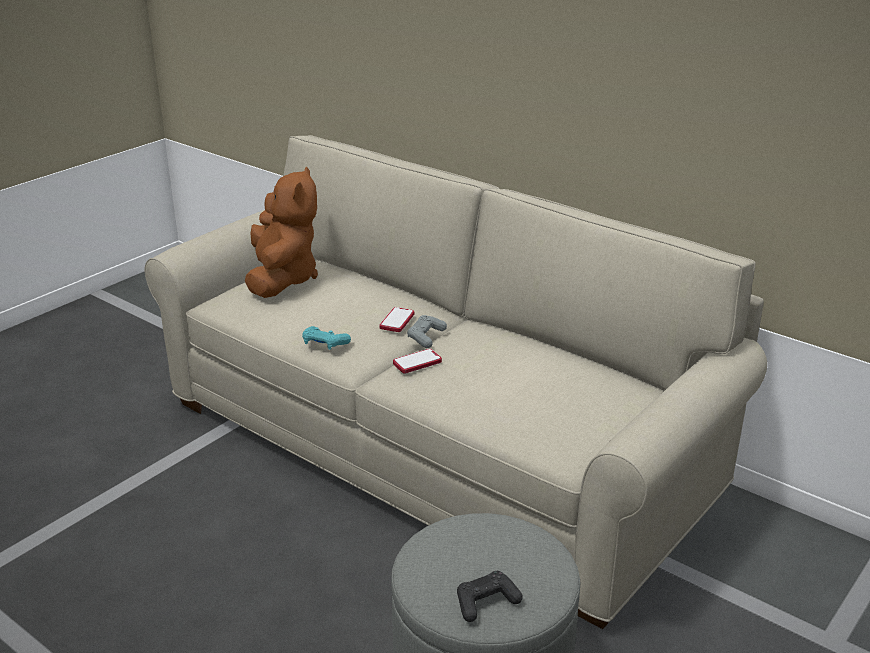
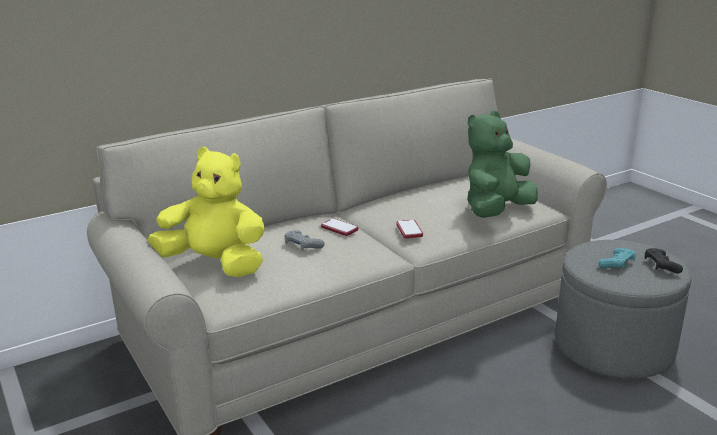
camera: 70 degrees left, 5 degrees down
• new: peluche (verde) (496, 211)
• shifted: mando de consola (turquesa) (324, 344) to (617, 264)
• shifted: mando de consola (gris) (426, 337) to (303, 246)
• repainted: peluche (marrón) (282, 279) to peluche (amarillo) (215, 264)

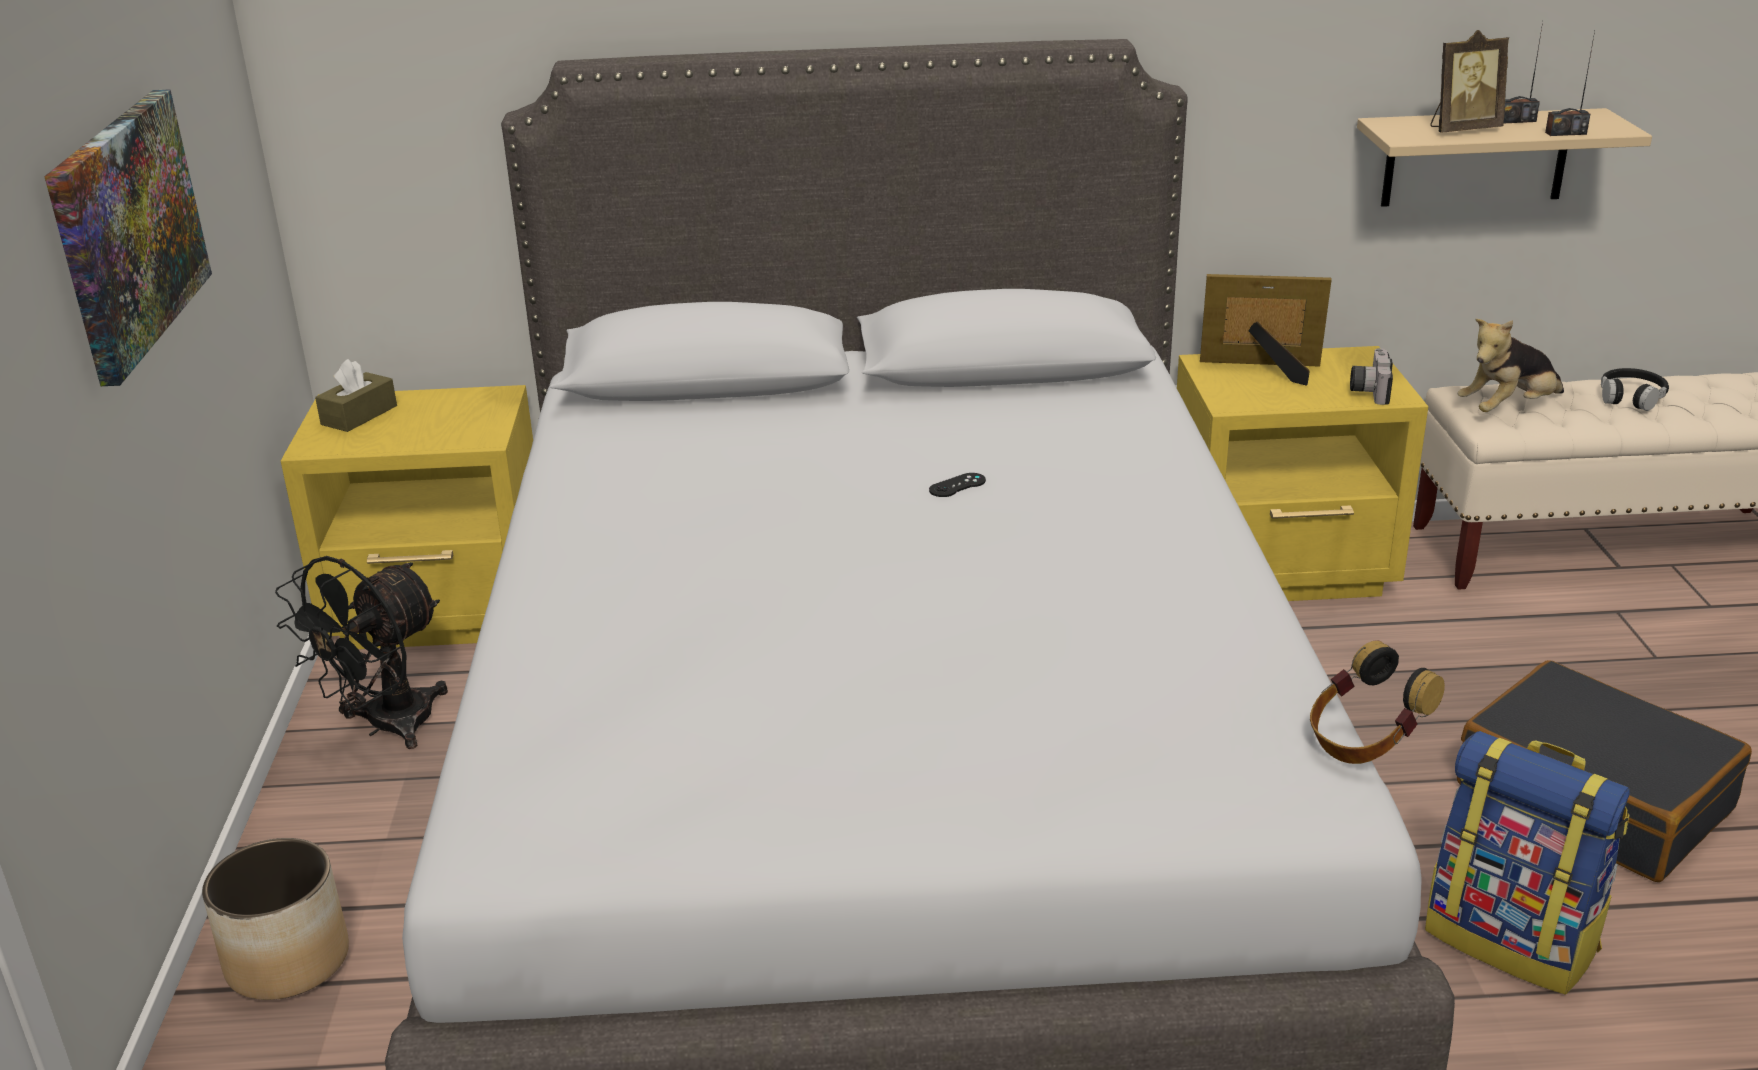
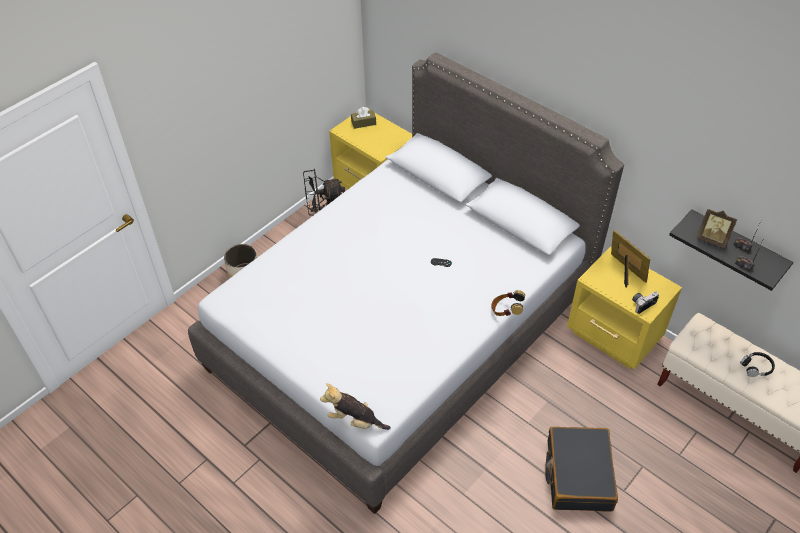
camera: 45 degrees right, 20 degrees up
• gone: cuadro (127, 230)
• gone: mochila (1512, 940)
• shifted: auriculares (1364, 742) to (506, 311)
• shifted: peluche (1508, 409) to (355, 420)
• repainted: estante (beis) (1475, 157) to estante (negro) (735, 248)

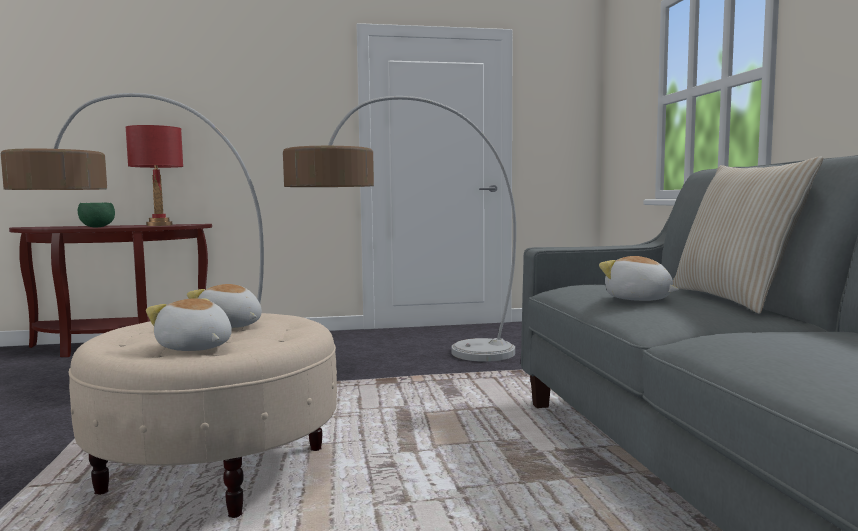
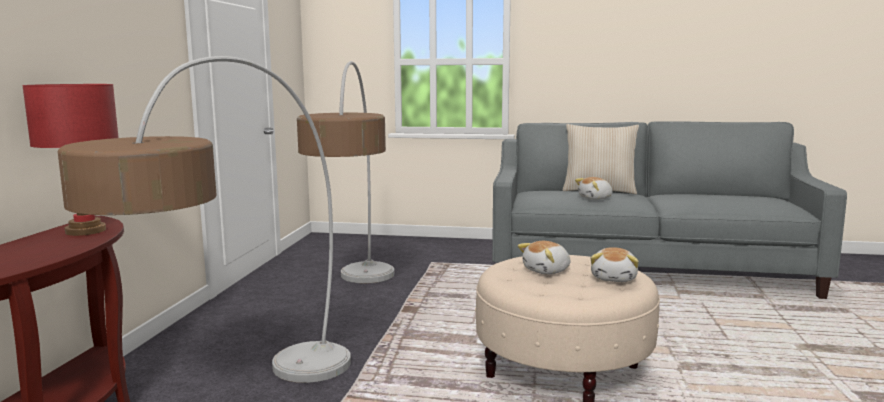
camera: 70 degrees left, 5 degrees up
• gone: cuenco (verde) (97, 227)
• rotated: peluche (194, 348) = (614, 278) 45 degrees counterclockwise

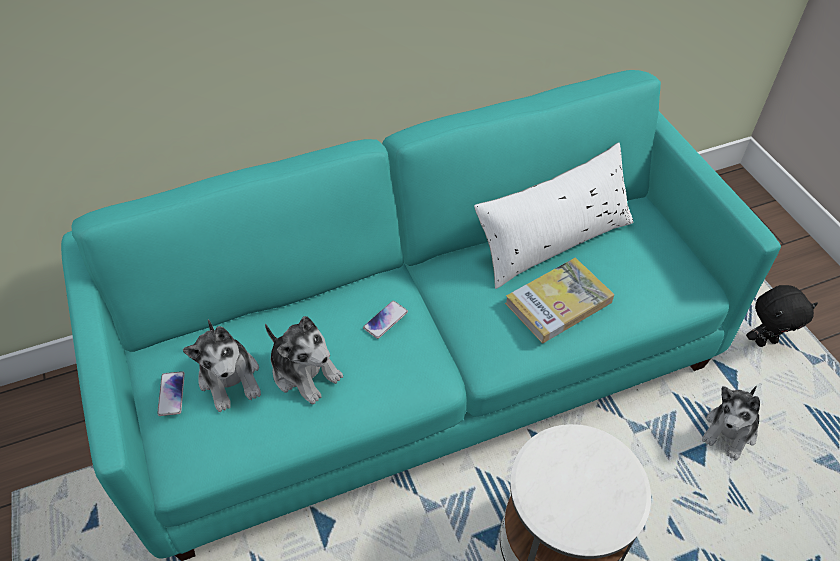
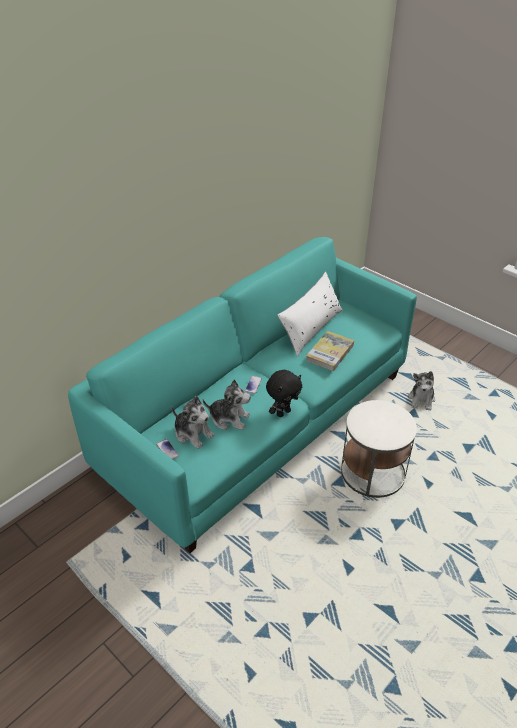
camera: 25 degrees left, 10 degrees down
• shifted: peluche (negro) (765, 341) to (283, 412)

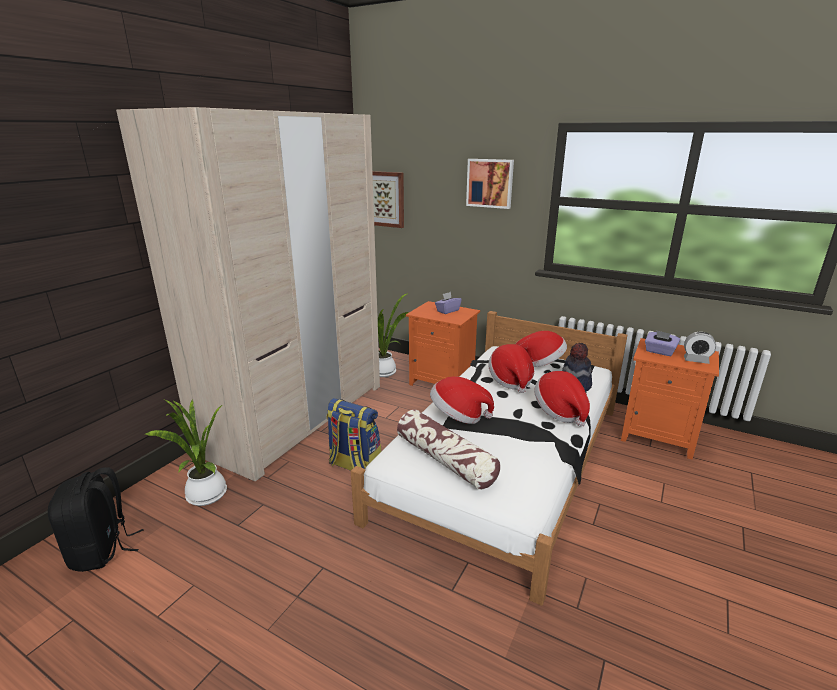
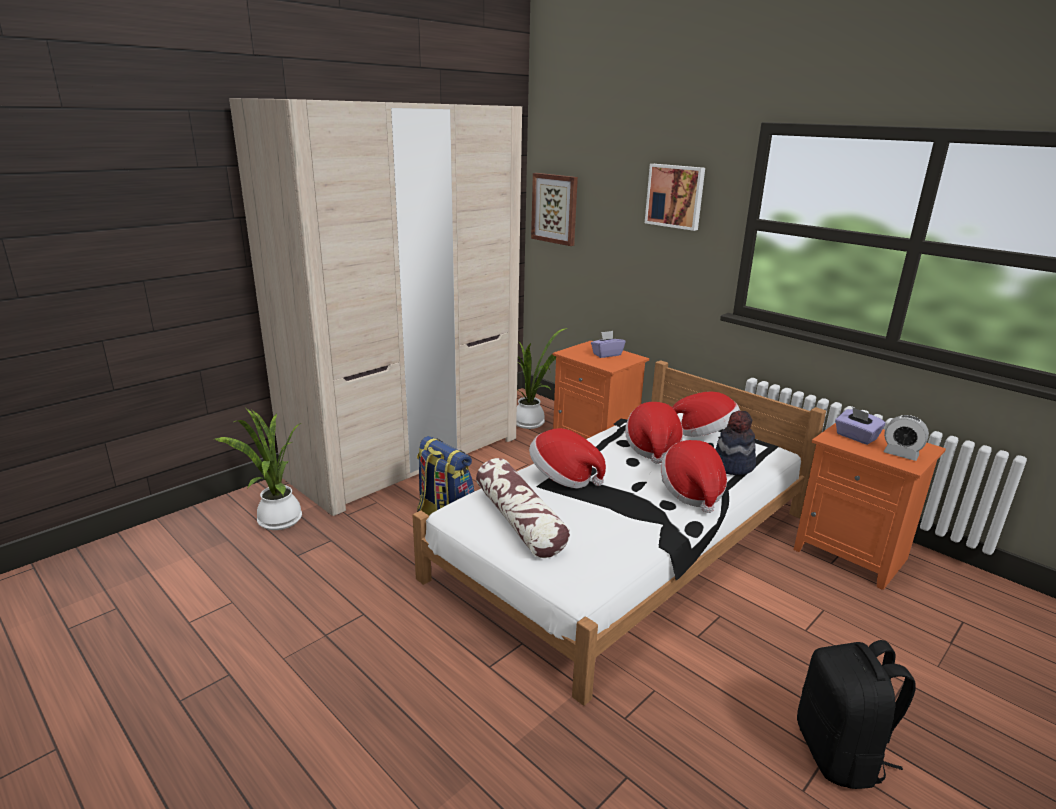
camera: 15 degrees right, 0 degrees up
• shifted: mochila (negro) (102, 550) to (840, 754)

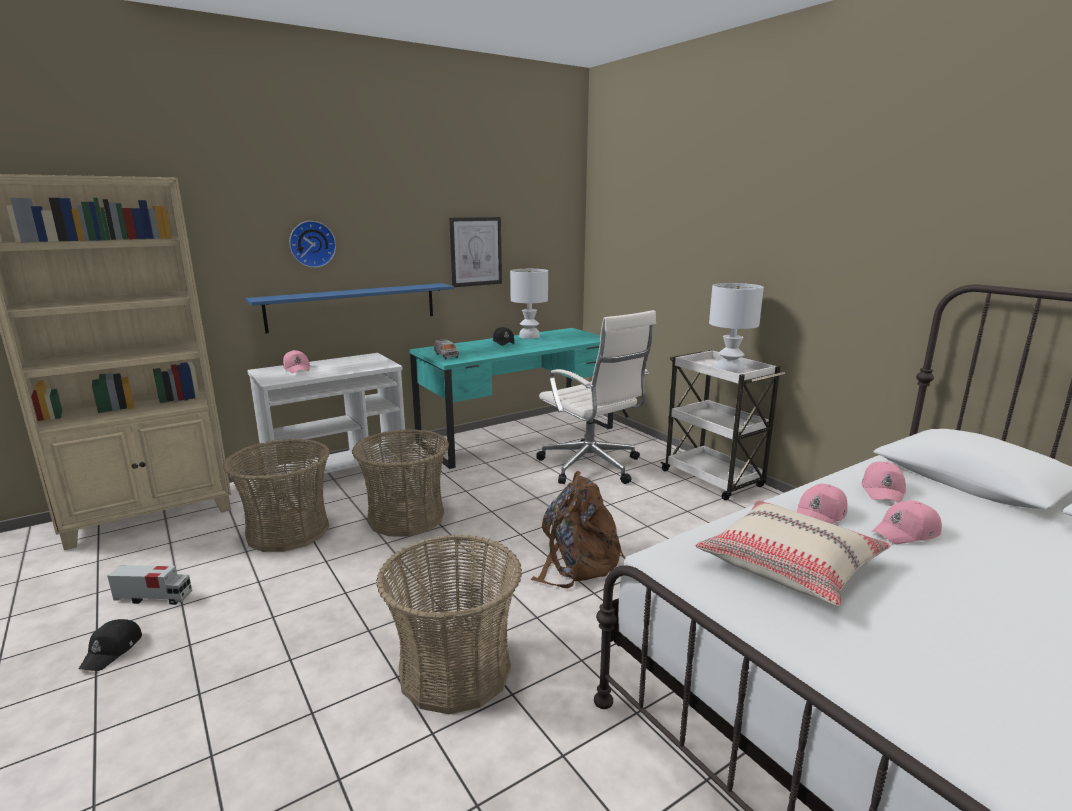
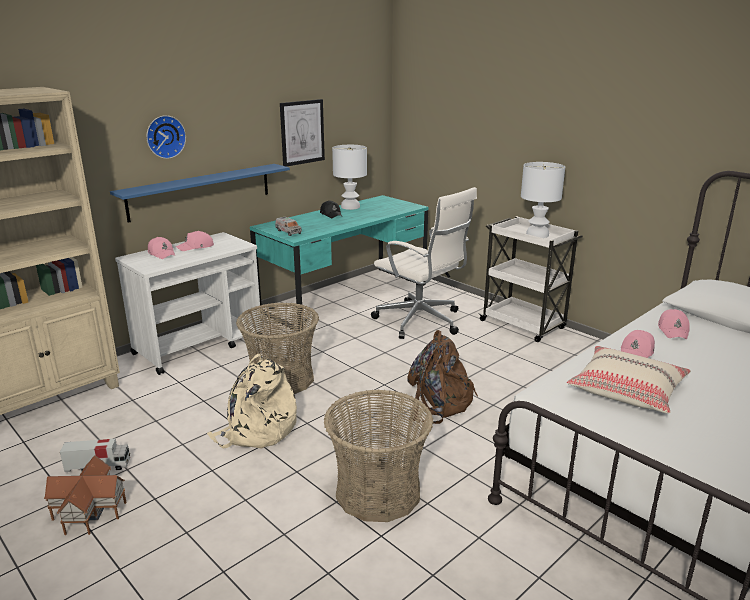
camera: 10 degrees left, 5 degrees up
• gone: cesta (287, 531)
• new: mochila (beis) (257, 431)
• shifted: gorra (rosa) (906, 533) to (196, 247)
• swapped: gorra (negro) (112, 650) to casita (91, 510)

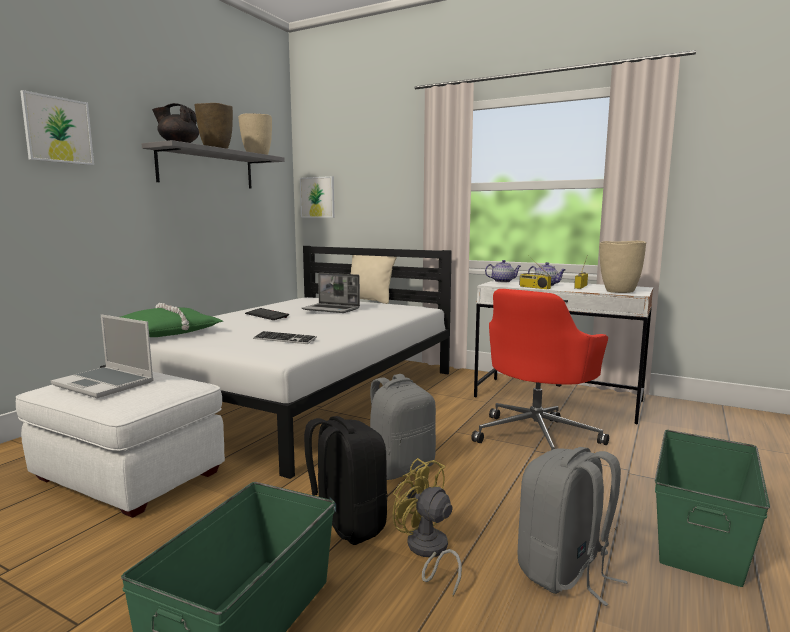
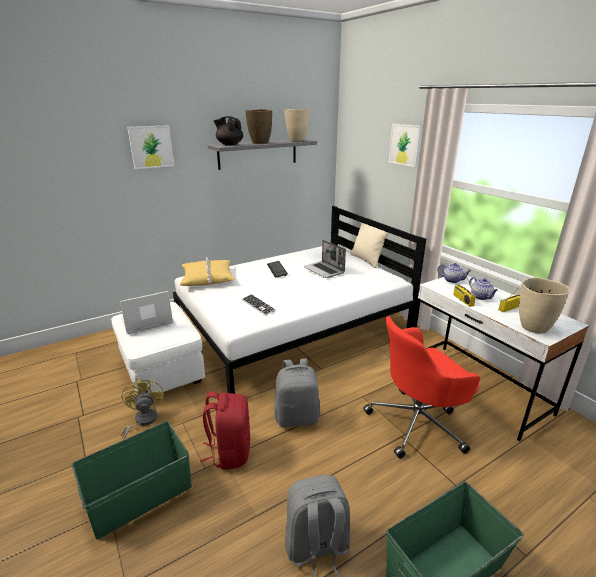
camera: 30 degrees right, 15 degrees up
• shifted: cuadro (317, 197) to (405, 145)
• shifted: ventilador (amarillo) (427, 552) to (142, 421)
• repainted: cojín (verde) (168, 331) to cojín (amarillo) (207, 278)
• repainted: mochila (negro) (345, 525) to mochila (rojo) (230, 452)
• rotated: portátil (105, 384) = (146, 322) 90 degrees clockwise

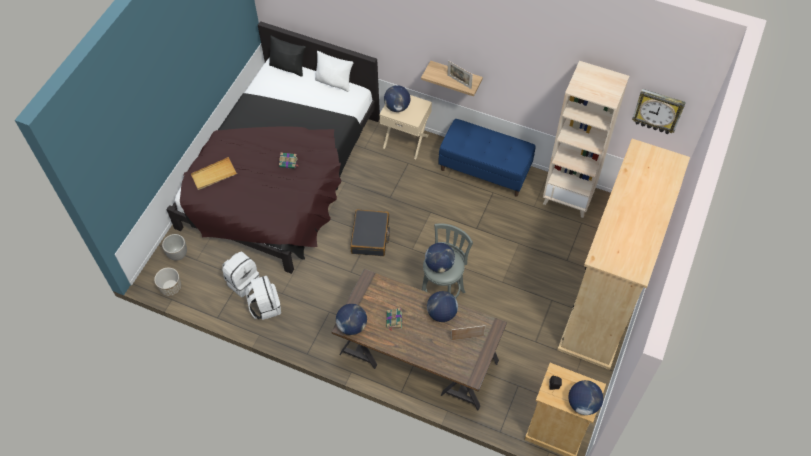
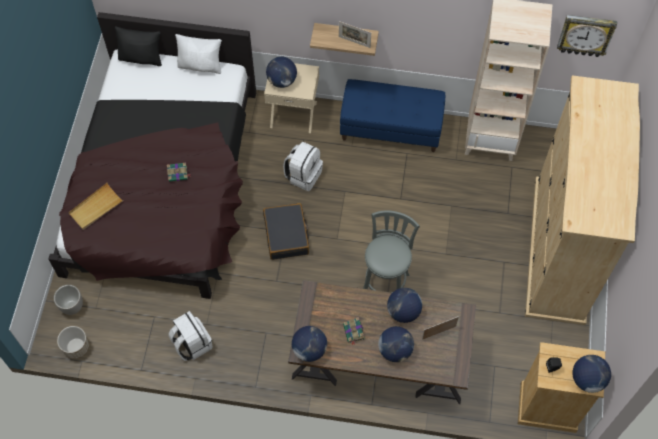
camera: 15 degrees left, 5 degrees up
• shifted: mochila (blanco) (243, 281) to (303, 175)
• shifted: globo terráqueo (439, 265) to (395, 350)

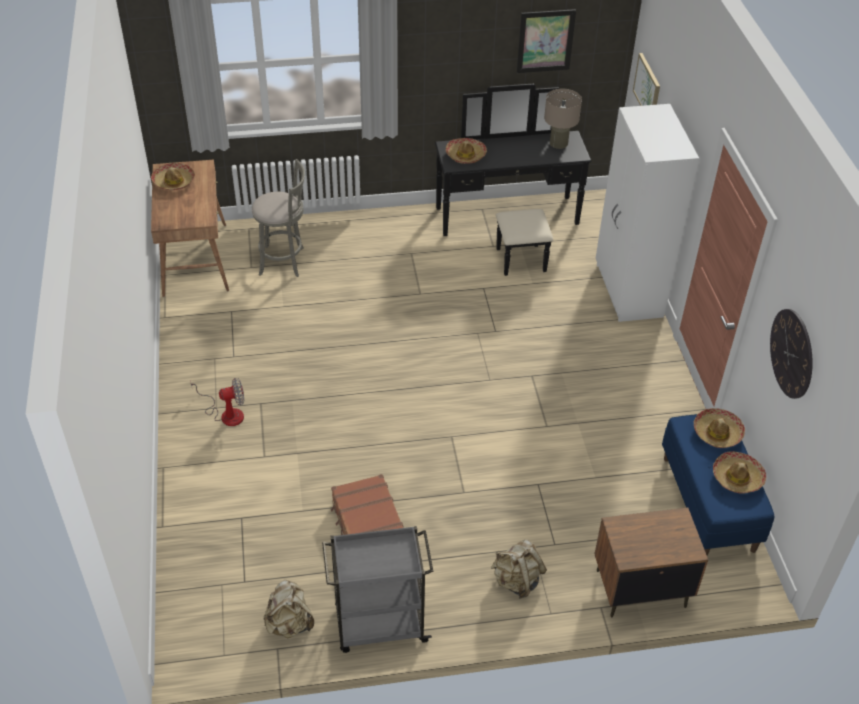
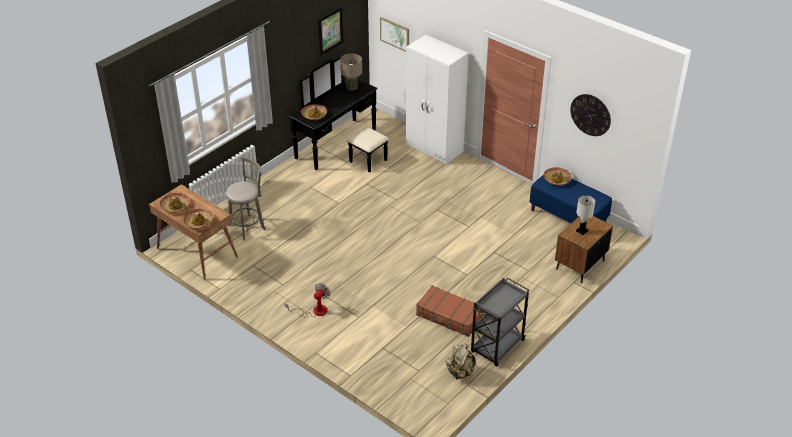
camera: 40 degrees left, 5 degrees down
• gone: mochila (beis) (517, 581)
• new: lámpara de mesa (blanco) (582, 231)
• shifted: sombrero (737, 477) to (198, 222)

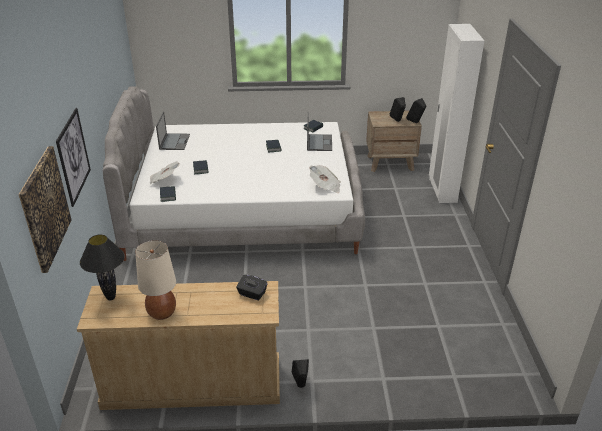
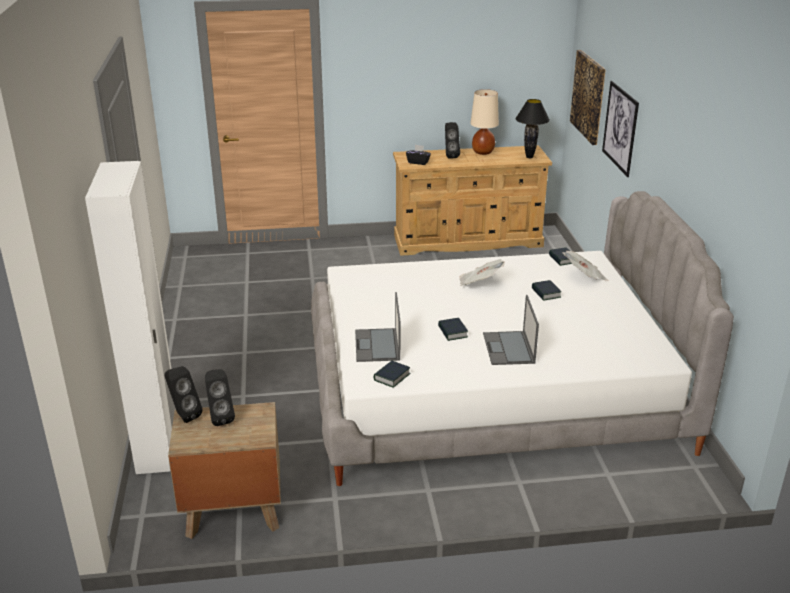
camera: 175 degrees right, 5 degrees down
• shifted: portátil (174, 141) to (509, 349)
• shifted: altavoz (negro) (301, 386) to (450, 156)
• shifted: periódico (325, 187) to (479, 283)

